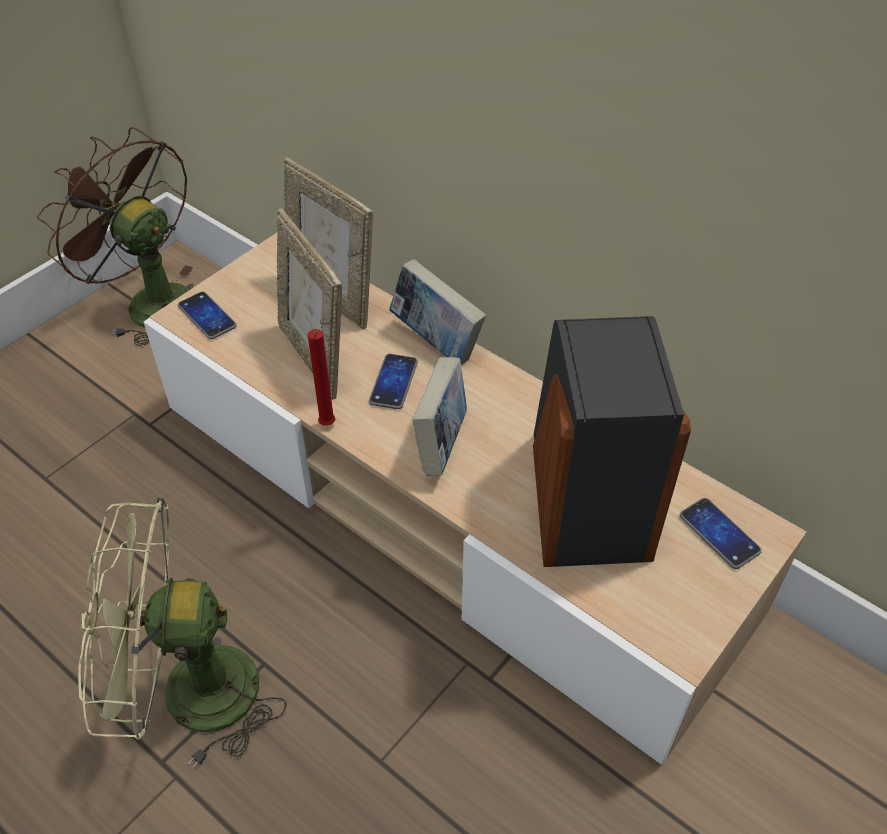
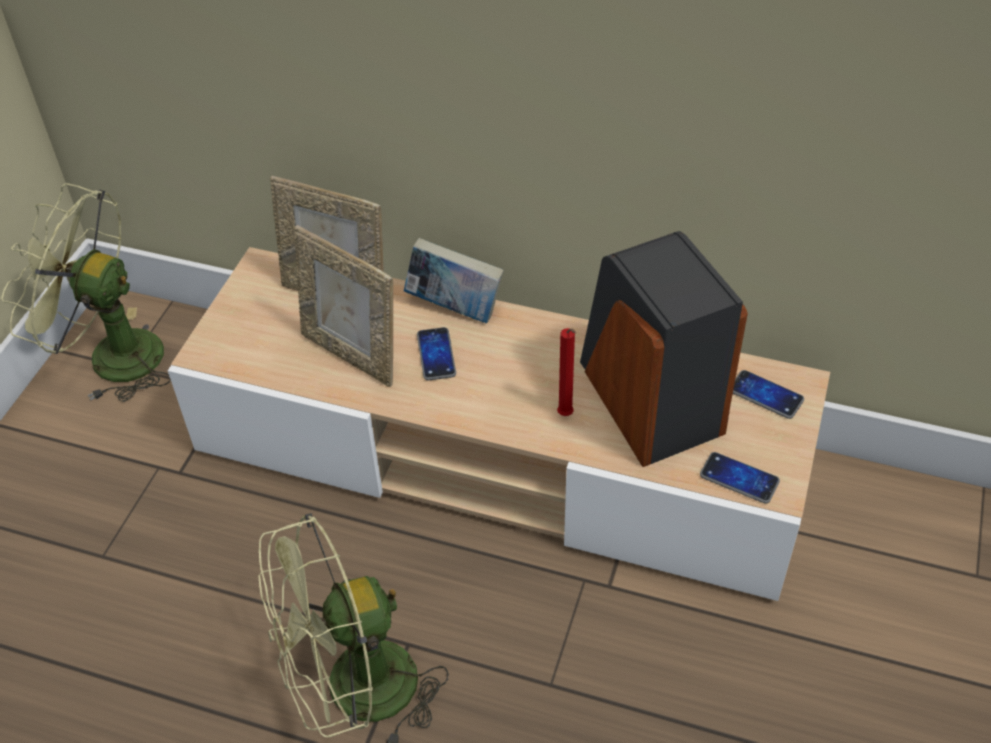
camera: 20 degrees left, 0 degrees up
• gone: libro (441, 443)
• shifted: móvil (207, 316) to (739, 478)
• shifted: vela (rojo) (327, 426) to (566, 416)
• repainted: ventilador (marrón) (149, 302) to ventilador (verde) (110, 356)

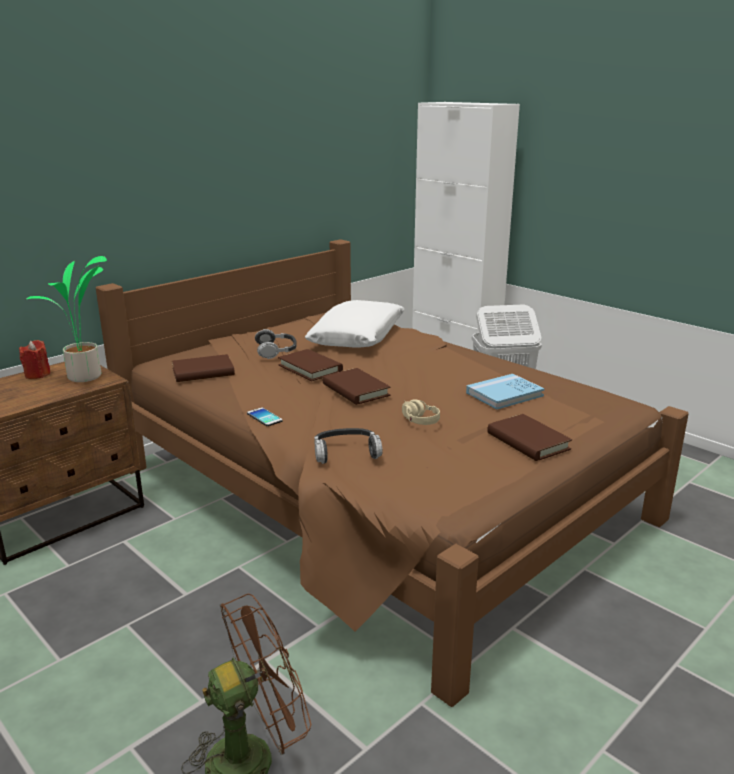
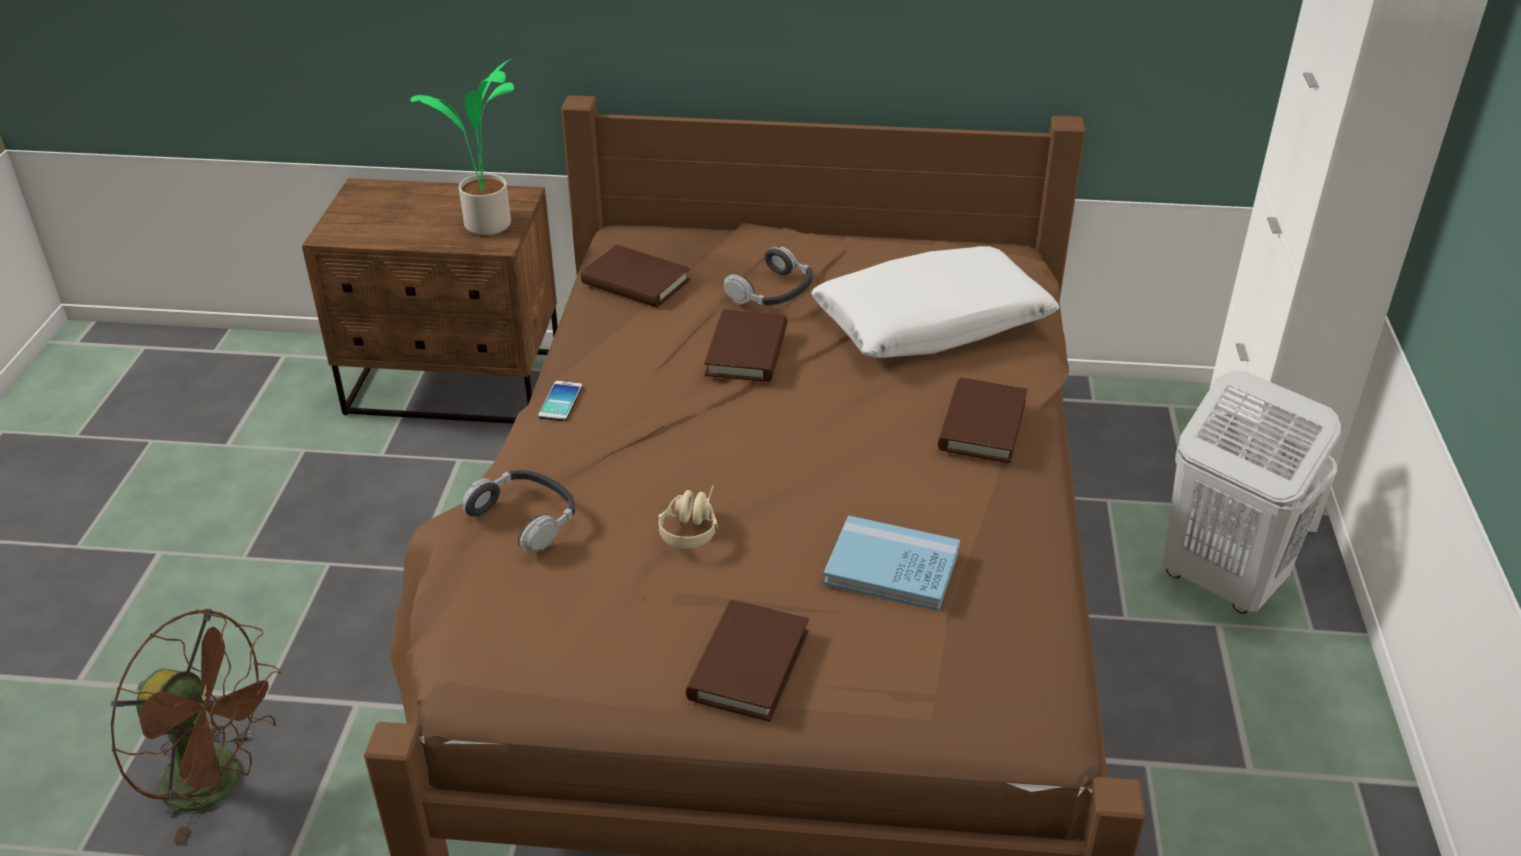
camera: 50 degrees right, 15 degrees up
• gone: vela (rojo) (37, 374)
• shifted: libro (marrón) (355, 390) to (982, 425)

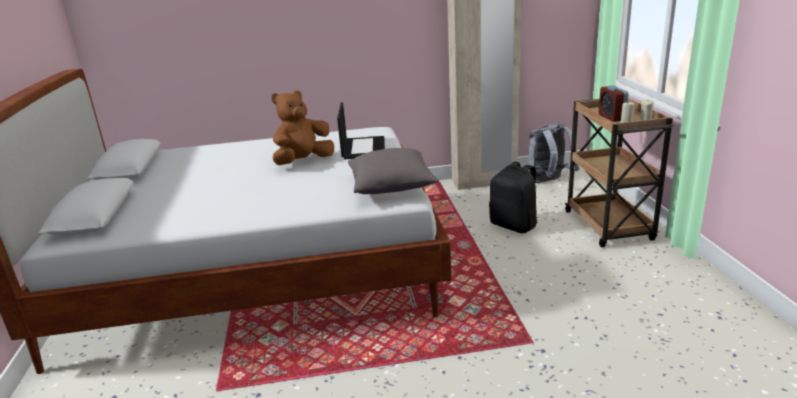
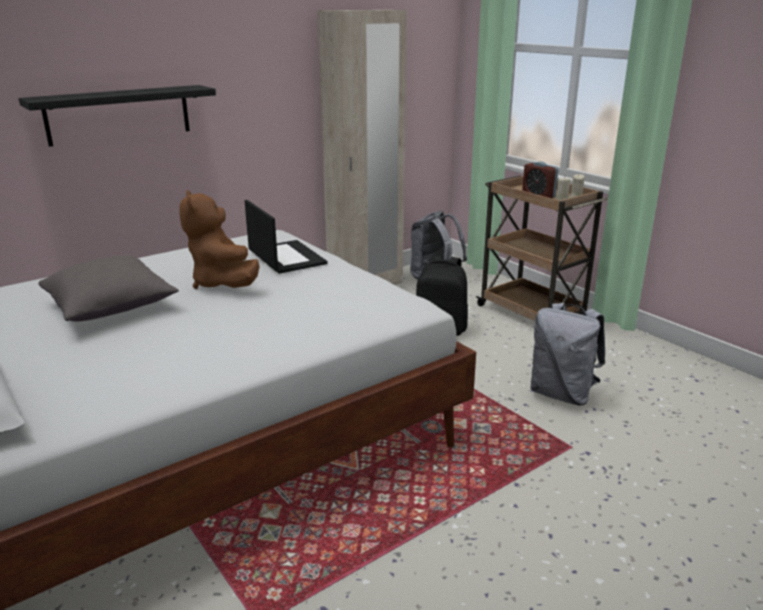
camera: 30 degrees left, 0 degrees up
• new: estante (negro) (119, 114)
• new: mochila (gris) (562, 394)
• shifted: cojín (gris) (392, 187) to (111, 308)
• rotated: peluche (marrón) (303, 162) = (223, 284) 45 degrees counterclockwise

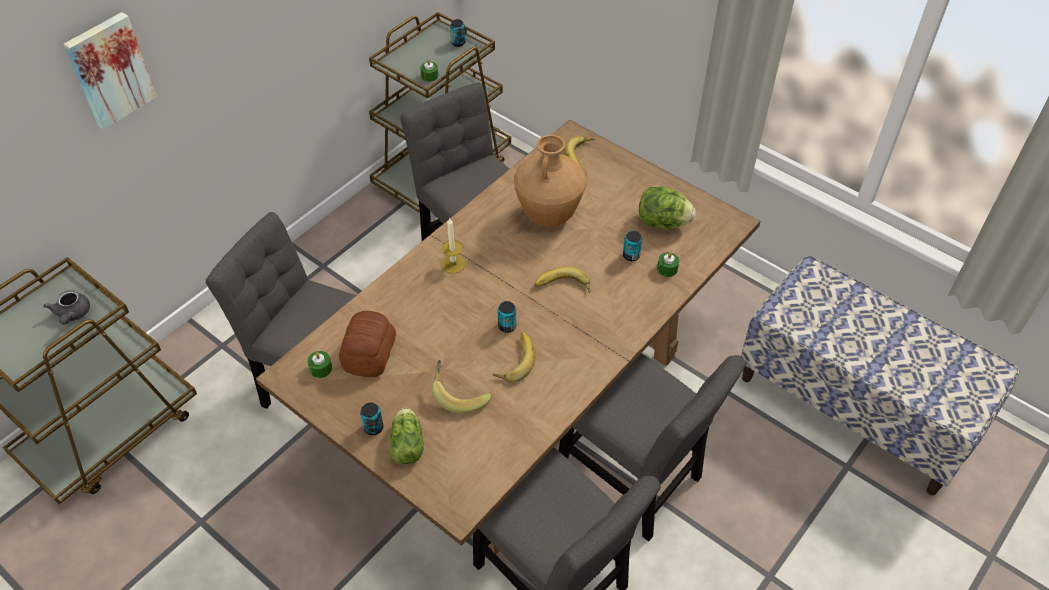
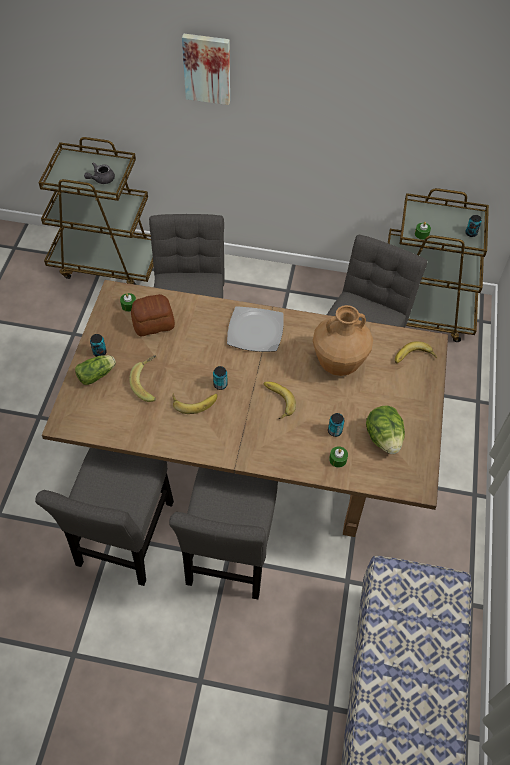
camera: 60 degrees right, 5 degrees up
• swapped: vela (453, 264) to plato (255, 330)

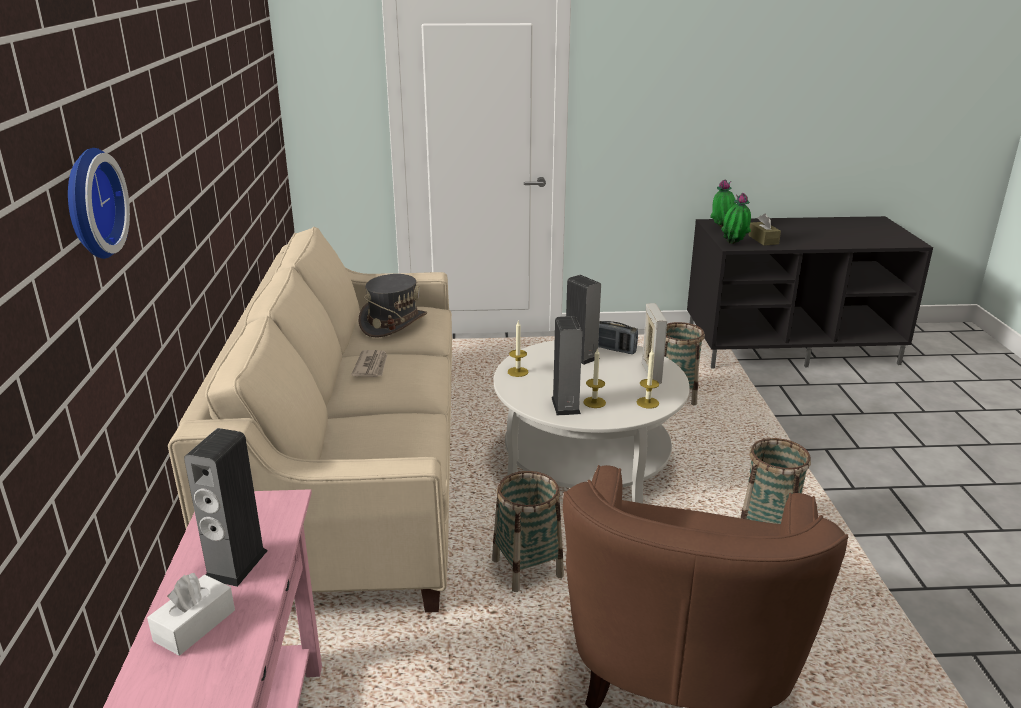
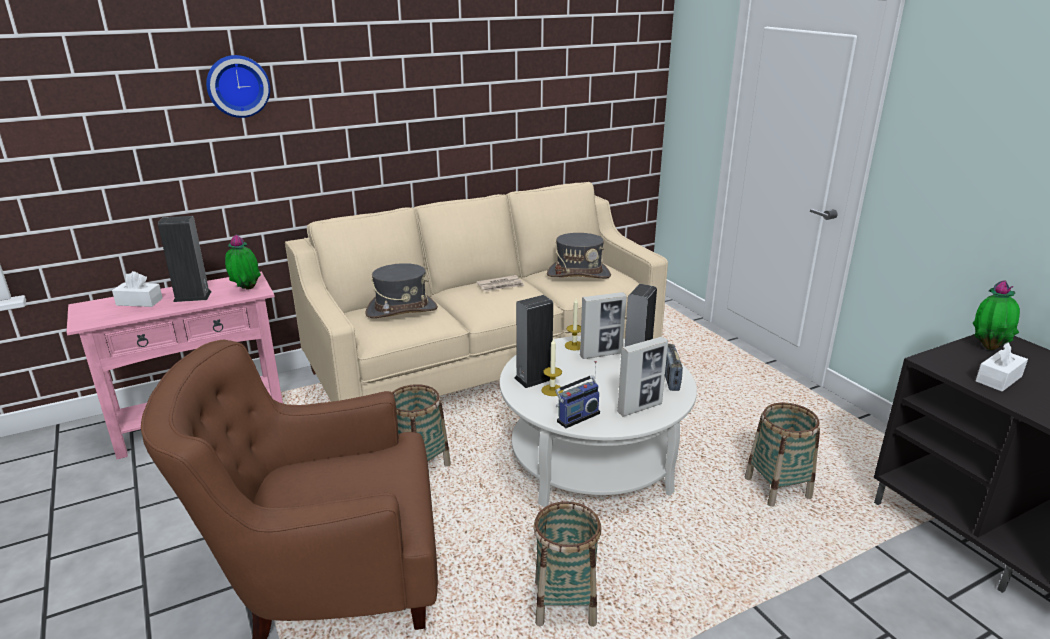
camera: 65 degrees right, 0 degrees up
• new: sombrero (gris) (401, 310)
• new: portarretratos (601, 354)
• shifted: planta en maceta (734, 244) to (246, 290)
• swapped: vela (647, 402) to radio (576, 416)
• repainted: caja de pañuelos (marrón) (763, 240) to caja de pañuelos (blanco) (998, 379)

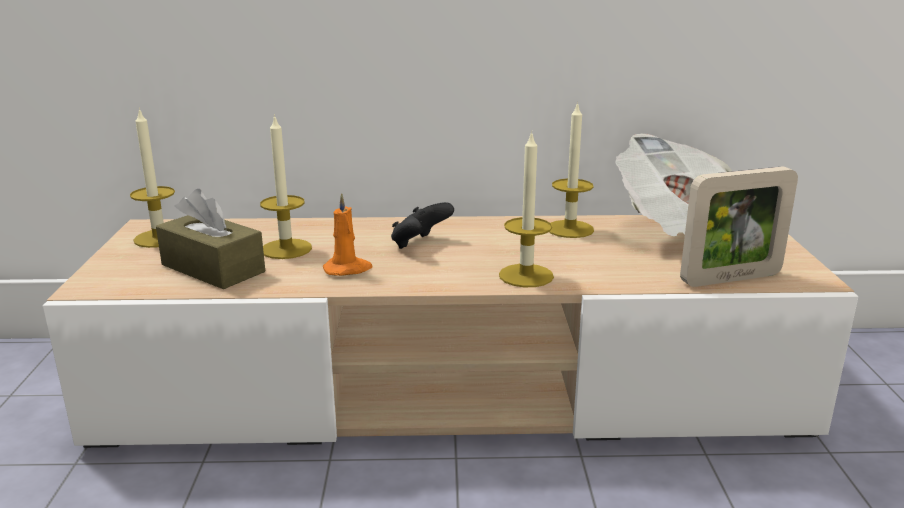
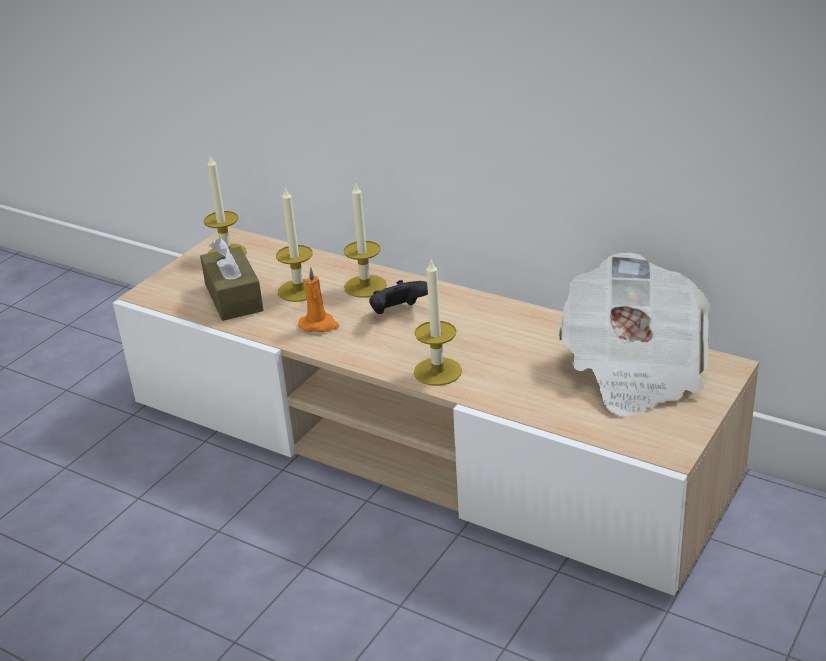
camera: 35 degrees right, 10 degrees up
• gone: portarretratos (730, 278)
• shifted: vela (570, 229) to (365, 286)

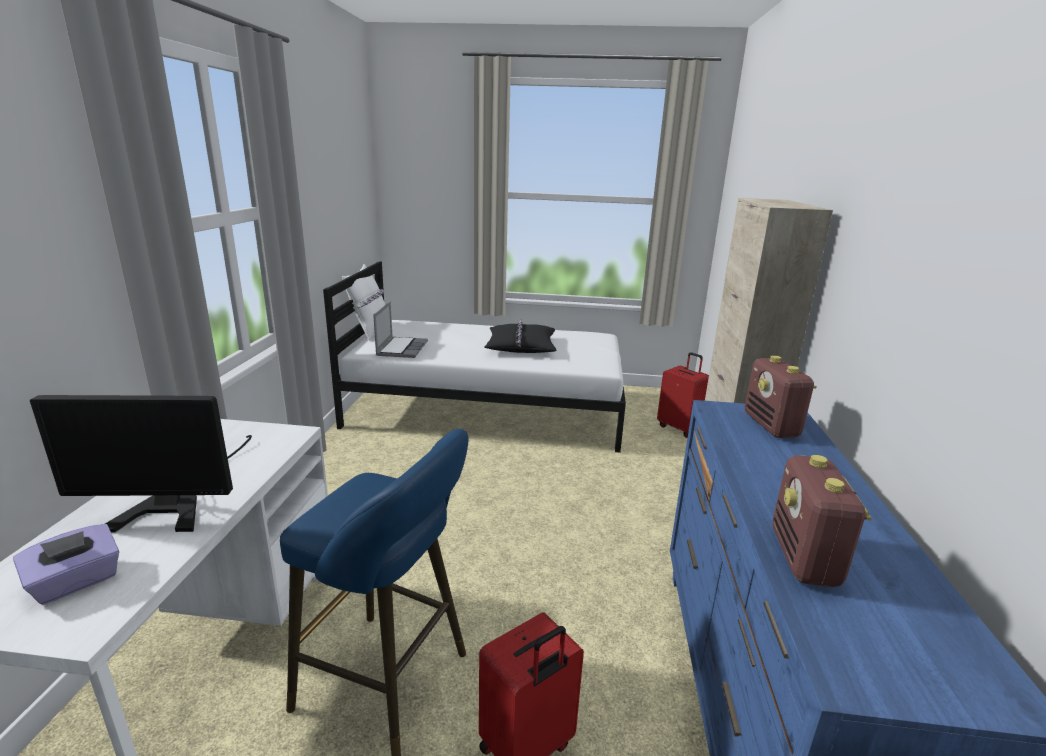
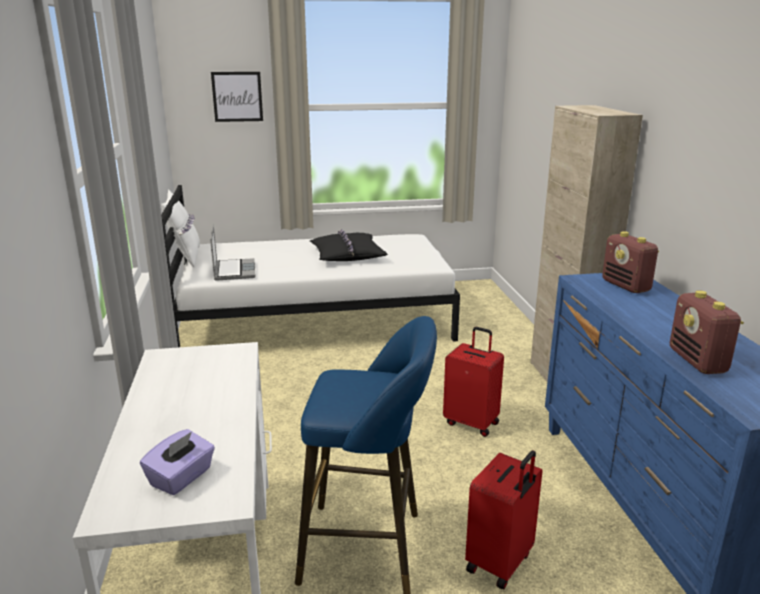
camera: 15 degrees left, 0 degrees up
• gone: monitor (175, 500)
• new: cuadro (237, 96)
• shifted: maleta (rojo) (679, 428) to (472, 423)

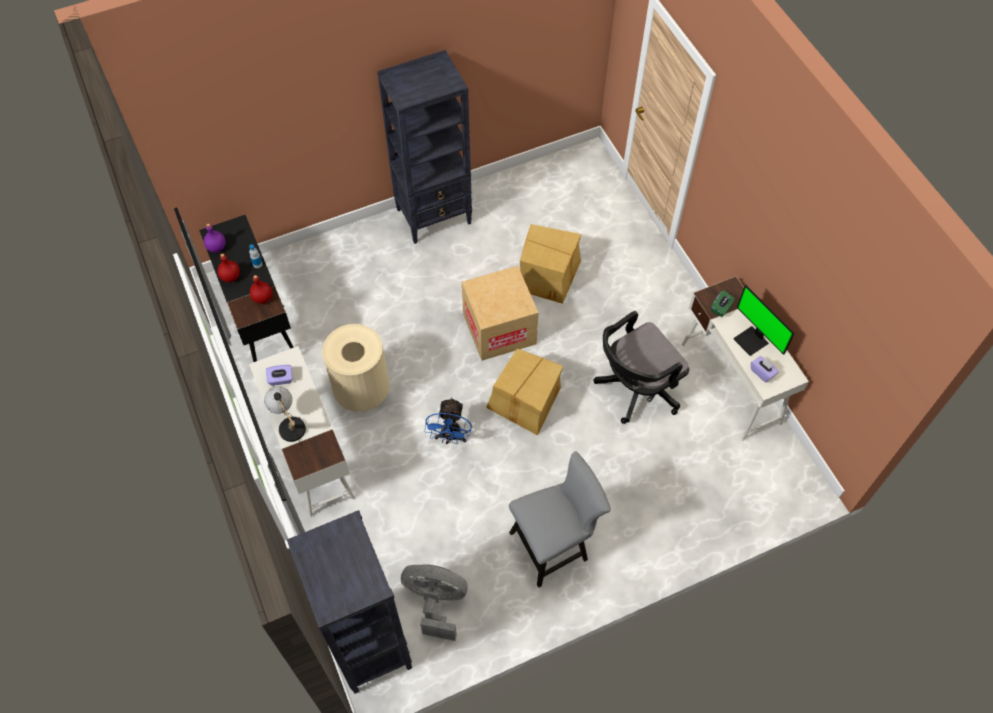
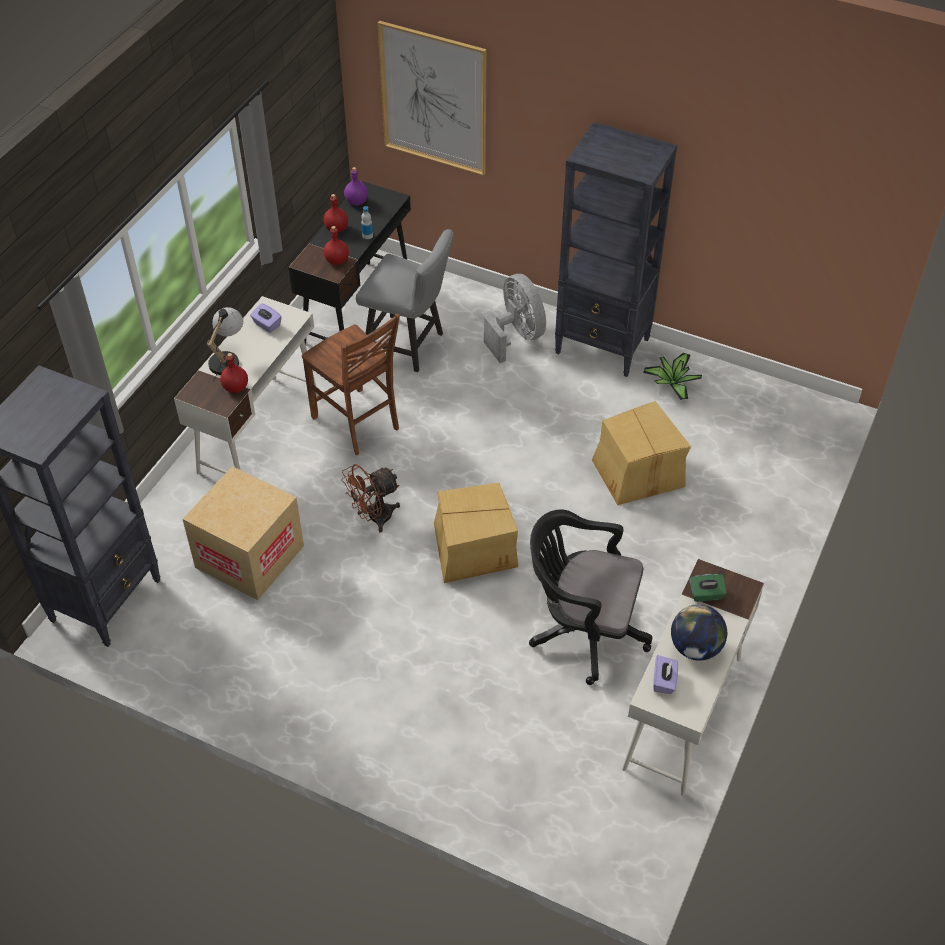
camera: 50 degrees right, 10 degrees down
• new: botella (rojo) (236, 388)
• new: cuadro (434, 99)
• new: planta en maceta (672, 383)
• shifted: ventilador (gris) (436, 602) to (516, 336)
• shifted: caja de cartón (499, 329) to (249, 556)
• shifted: silla (gris) (554, 545) to (409, 346)
• swapped: papelera (beis) (362, 392) to silla (marrón) (357, 424)
• swapped: monitor (752, 341) to globo terráqueo (695, 647)
• repainted: ventilador (azul) (450, 437) to ventilador (marrón) (374, 518)

